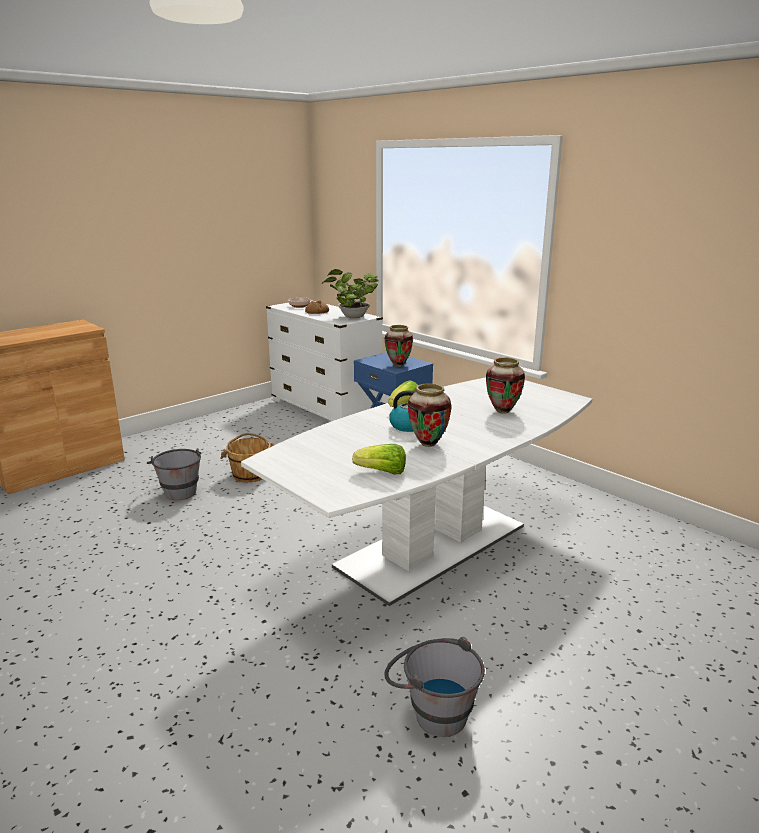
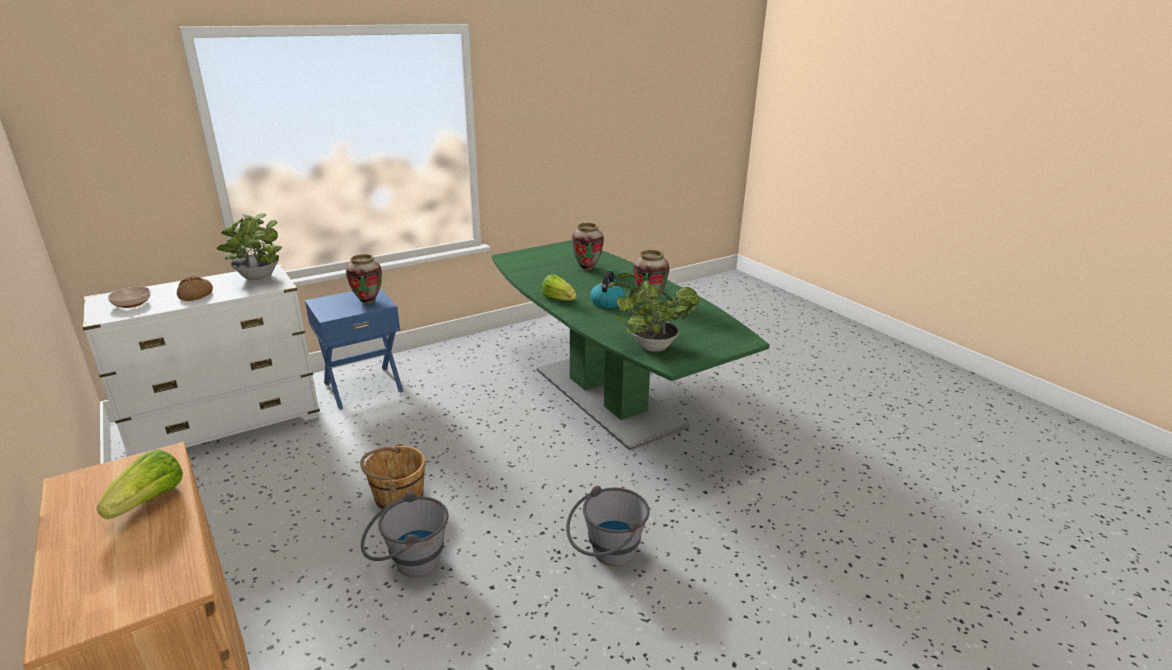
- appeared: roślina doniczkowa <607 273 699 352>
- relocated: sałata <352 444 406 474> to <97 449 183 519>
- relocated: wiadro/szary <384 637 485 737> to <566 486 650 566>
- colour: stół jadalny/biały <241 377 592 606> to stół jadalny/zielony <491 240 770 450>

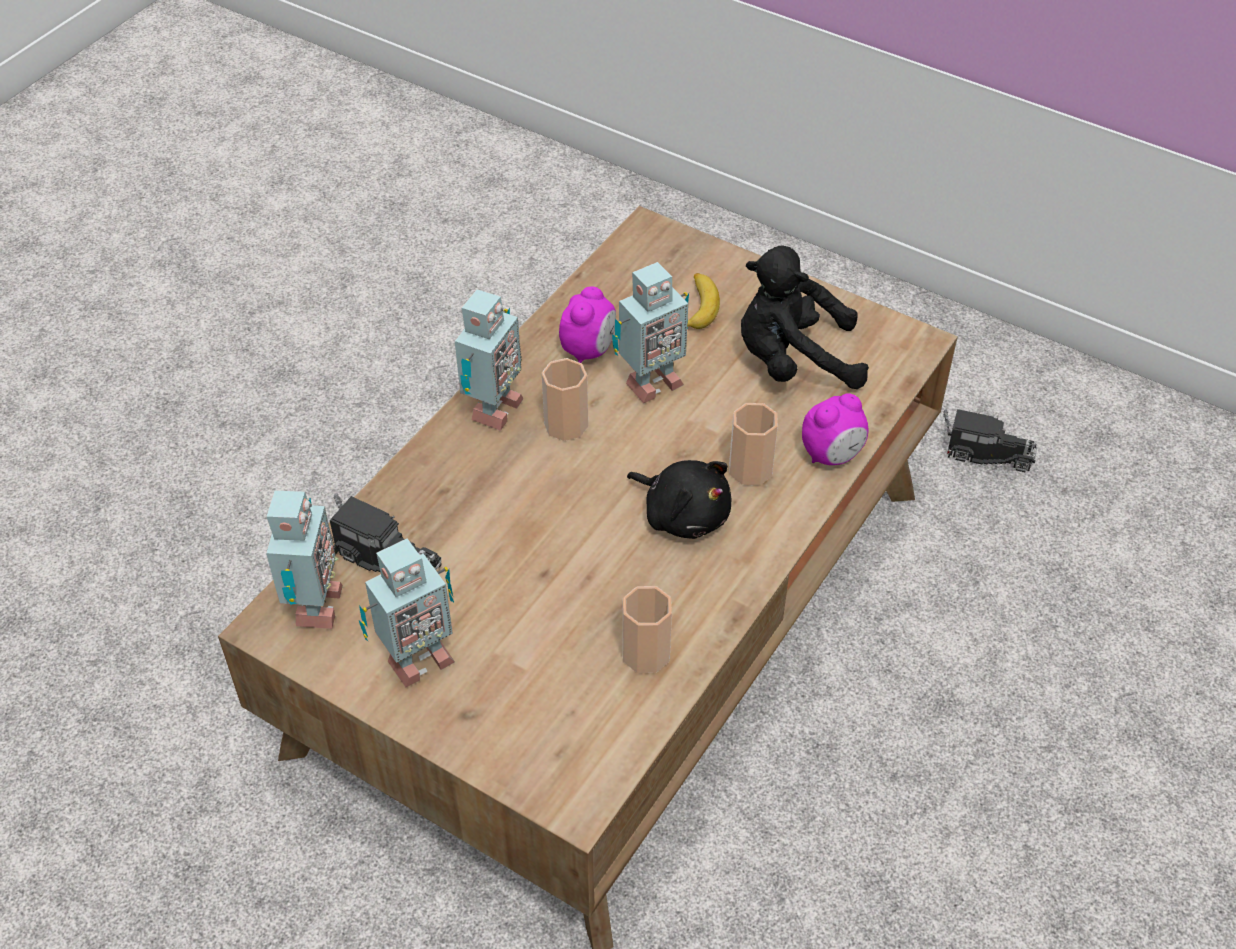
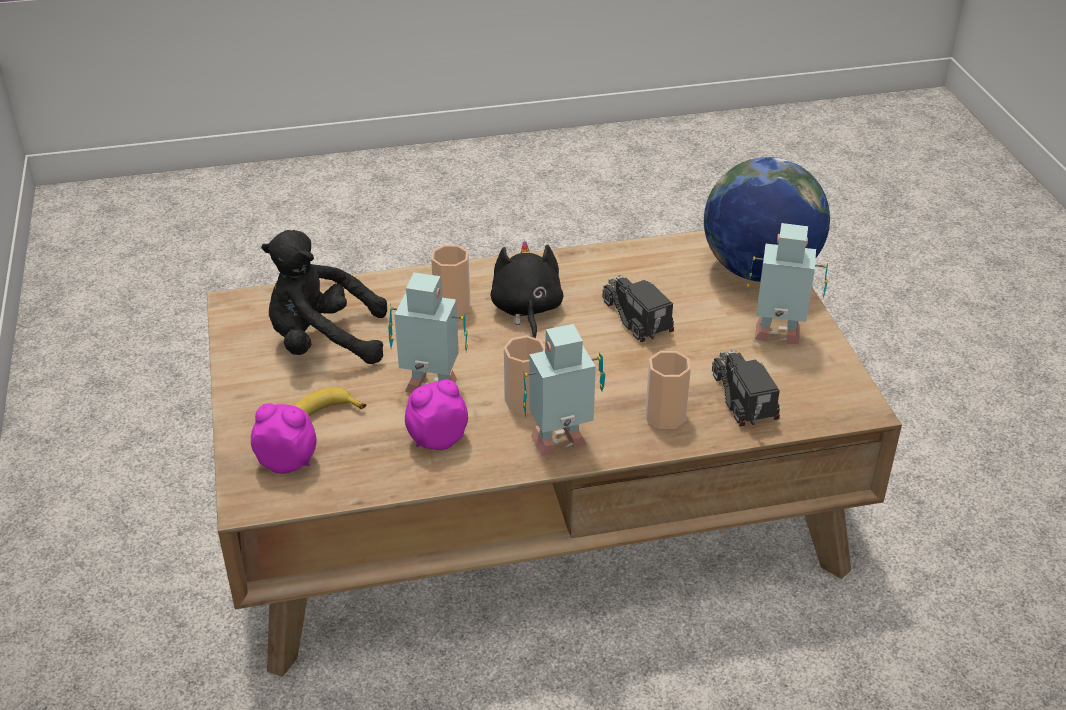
- missing: robot zabawkowy <266 491 343 629>
- appeared: globus <704 157 830 282>
- relocated: filiżanka <623 586 672 673> to <645 351 691 429>
- relocated: budzik <802 393 869 465> to <251 403 317 474>
- relocated: ciężarówka zabawkowa <943 408 1037 472> to <602 275 674 342>
- spun: pluszak/czarny <741 245 869 389> = <261 230 387 364> 135 degrees clockwise

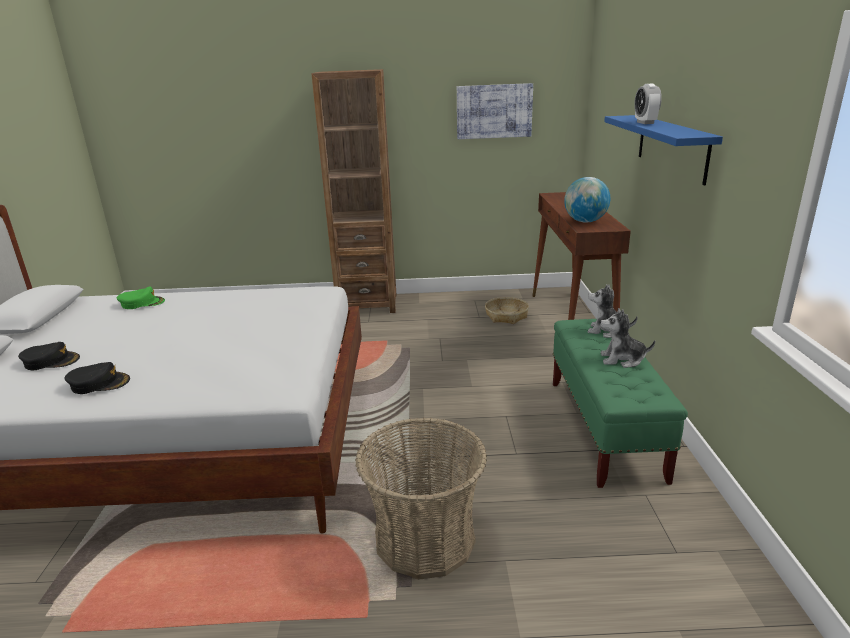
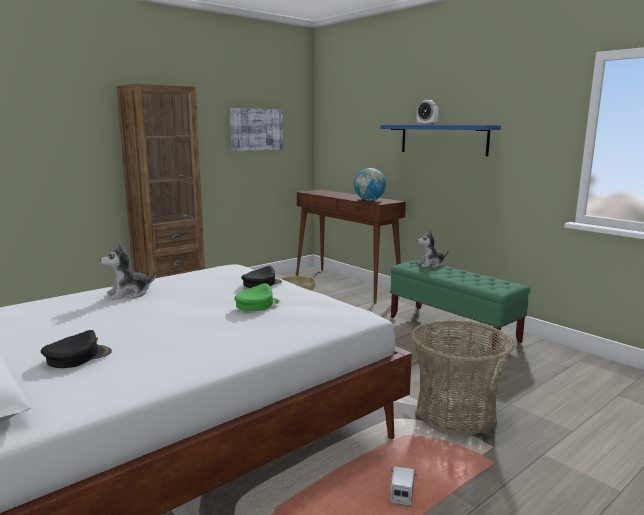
- appeared: ciężarówka zabawkowa <390 466 417 506>
- relocated: czapka z daszkiem/czarny <64 362 130 394> to <241 266 282 288>
- relocated: czapka z daszkiem/zielony <117 286 165 309> to <234 283 280 311>
- relocated: pluszak <600 308 655 368> to <100 243 156 300>

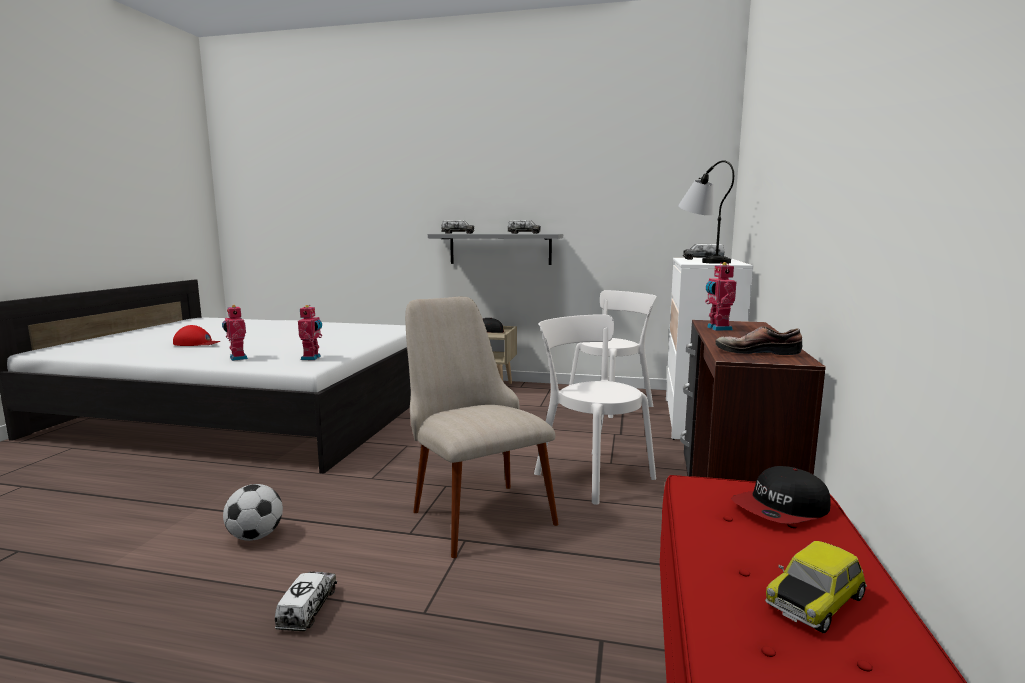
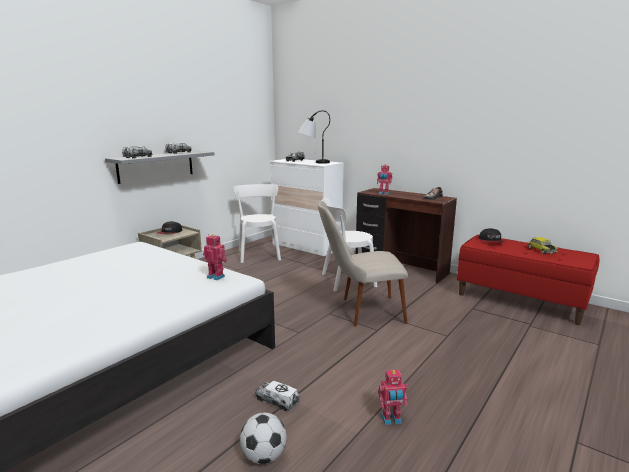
- missing: czapka z daszkiem/czerwony <173 325 221 346>
- relocated: robot zabawkowy <222 305 248 361> to <378 370 407 425>
- relocated: piłka futbolowa <223 484 283 541> to <240 413 287 464>
- relocated: ciężarówka zabawkowa <275 571 337 631> to <255 381 300 411>

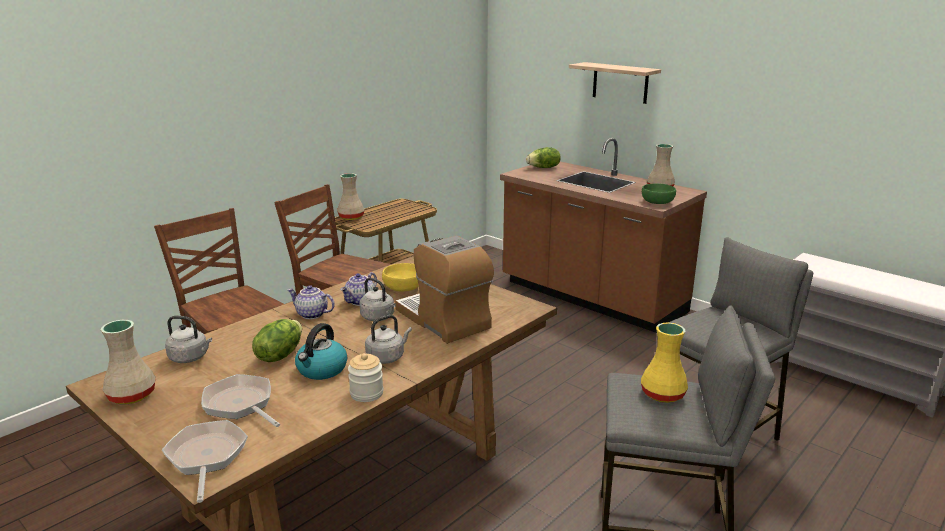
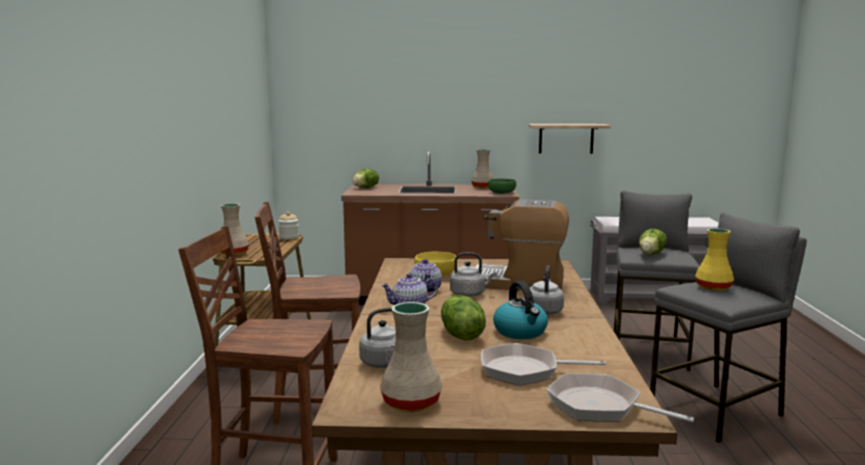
- appeared: sałata <639 229 667 255>
- relocated: słoik <348 353 383 402> to <279 212 299 239>
- relocated: półka <569 62 661 104> to <529 124 611 154>

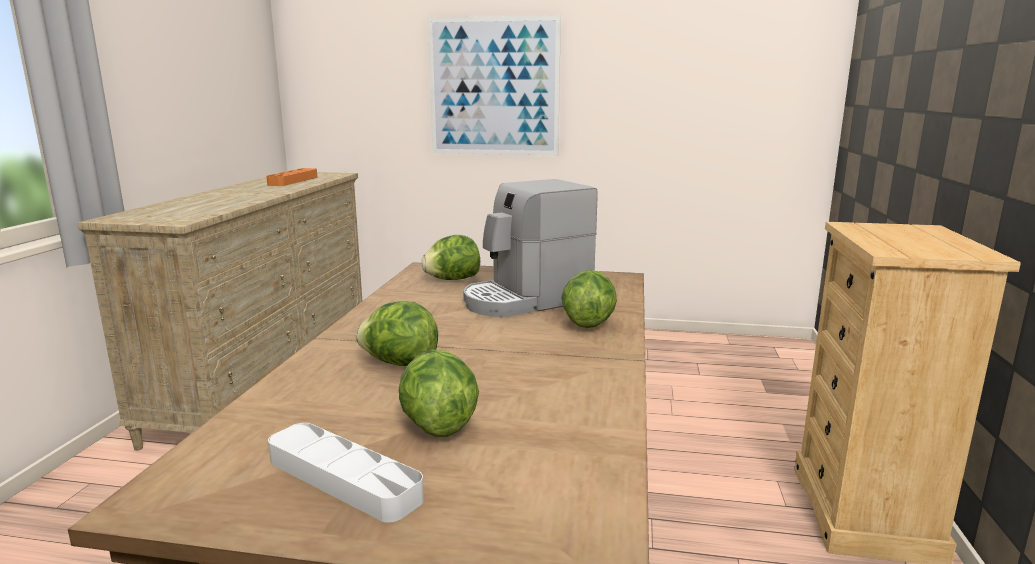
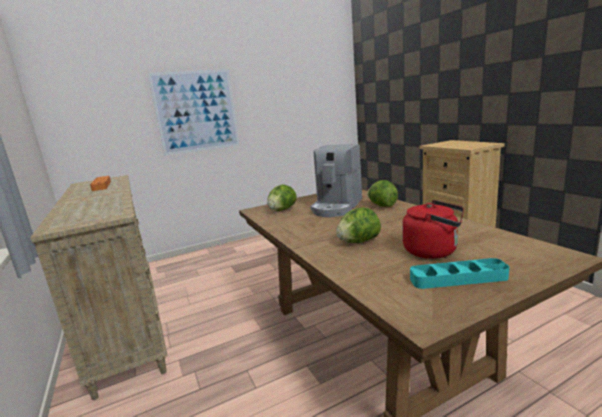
- exchanged: sałata <399 349 479 437> to czajnik/czerwony <402 200 464 259>
- colour: taca/szary <268 423 424 522> to taca/turkusowy <410 258 509 289>

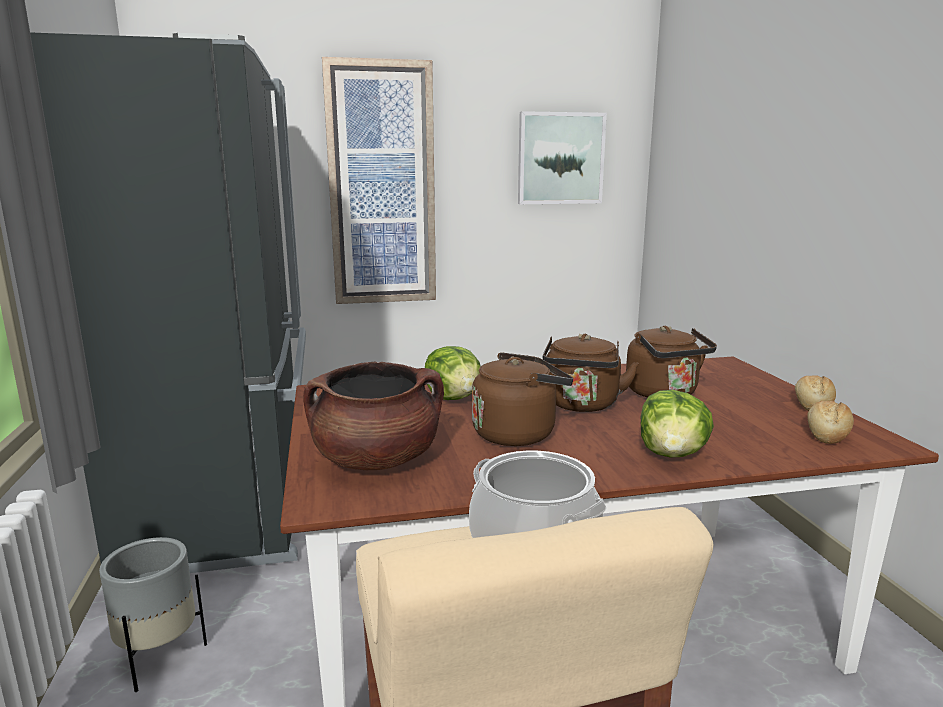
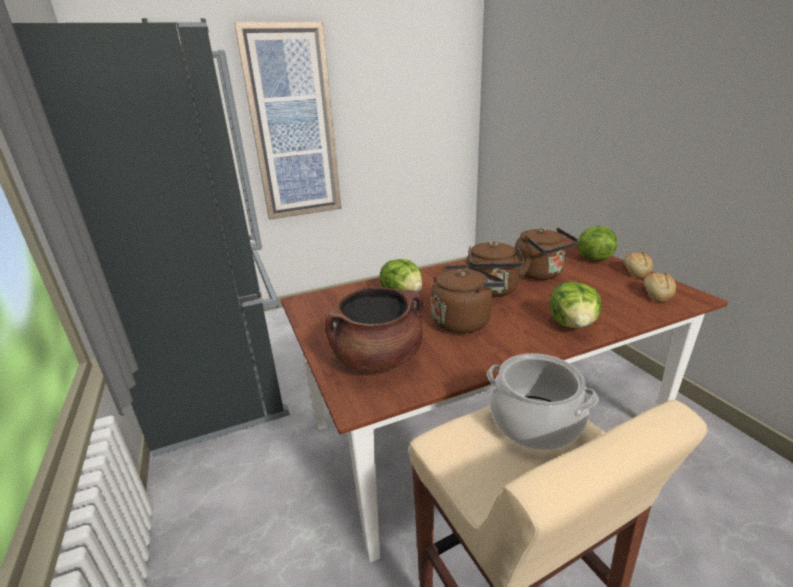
- missing: donica/szary <99 537 207 692>
- missing: obraz <518 111 607 204>
- appeared: sałata <578 226 617 261>

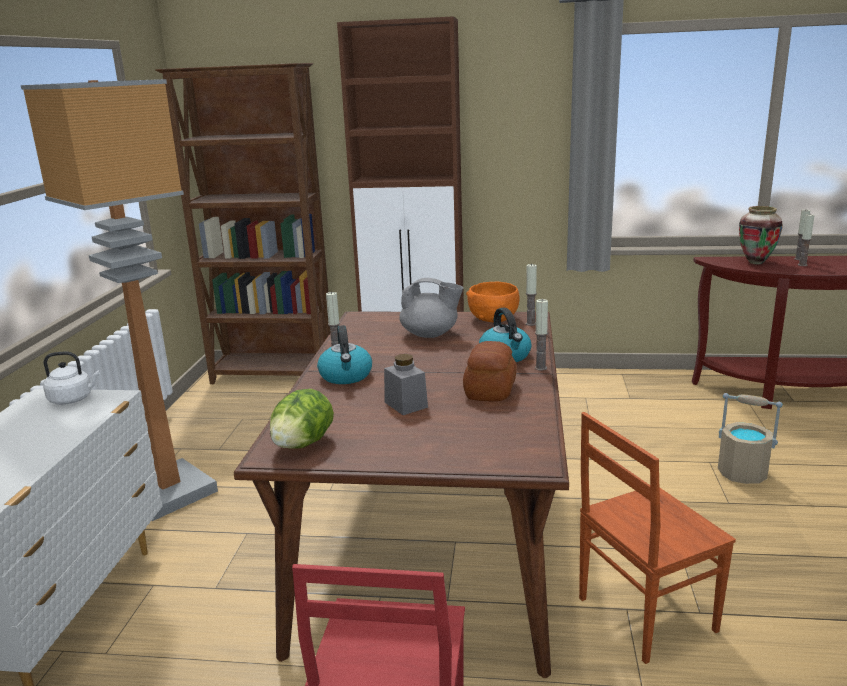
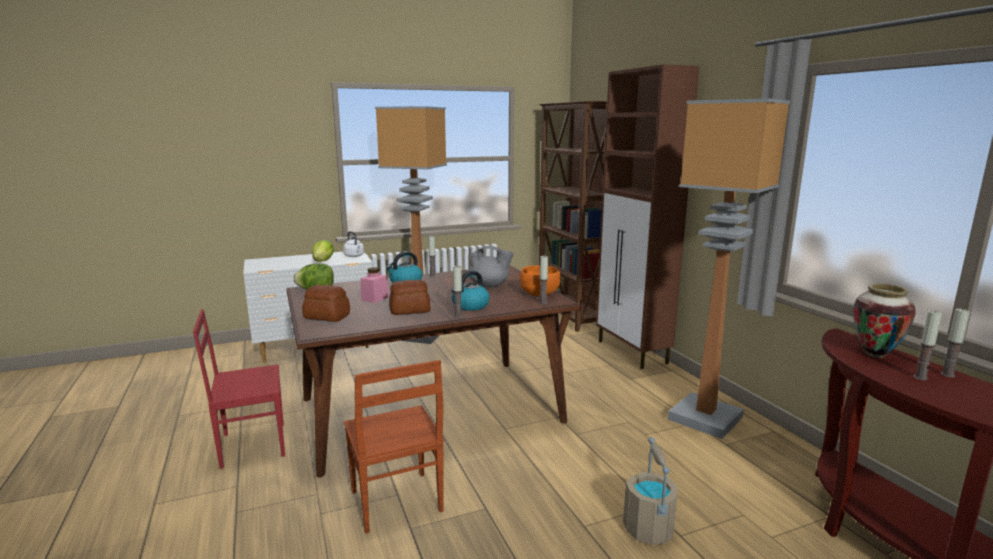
- appeared: chleb <302 285 350 322>
- appeared: sałata <313 240 334 262>
- appeared: lampa stojąca <668 99 790 439>
- colour: słoik/szary <384 354 428 415> to słoik/różowy <361 267 389 303>
- spun: imbryk/szary <399 278 463 338> = <469 246 514 288> 60 degrees counterclockwise
- spun: krzesło/brązowy <579 412 736 664> = <344 360 444 534> 150 degrees counterclockwise

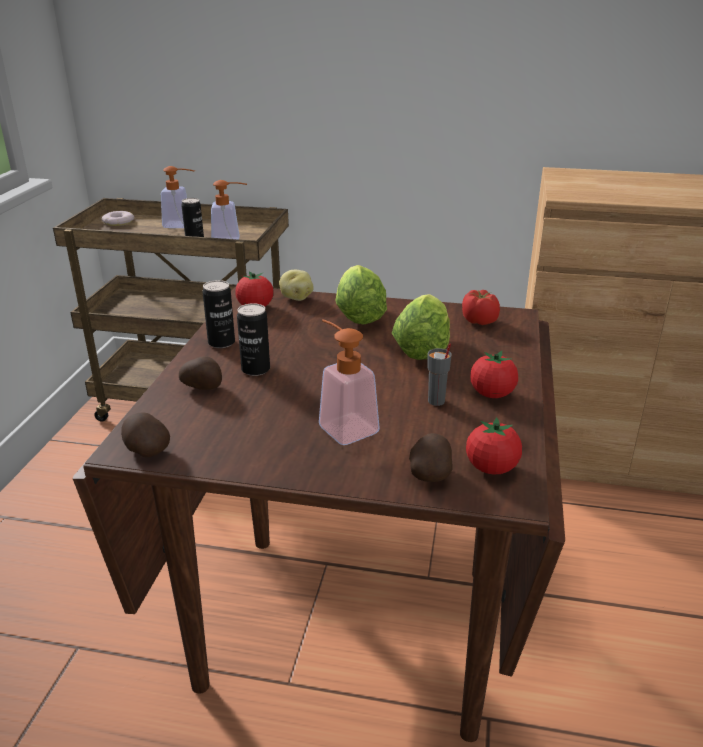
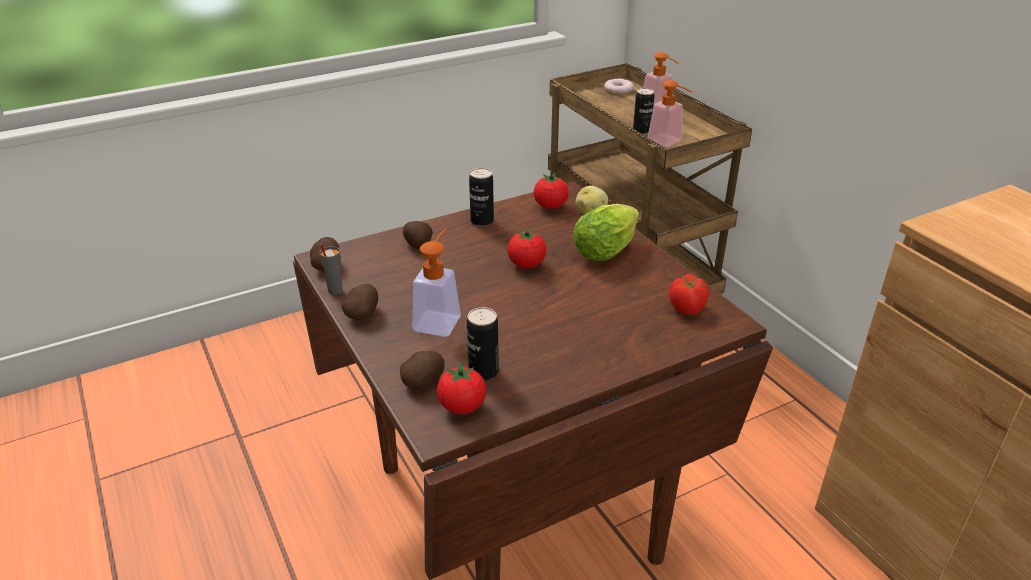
- missing: sałata <392 294 450 360>
- appeared: ziemniak <341 284 378 320>
- relocated: puszka <237 303 270 376> to <467 307 499 380>
- relocated: filiżanka/szary <427 343 452 406> to <319 244 343 295>
- relocated: pomidor <470 351 518 398> to <507 228 546 268>

